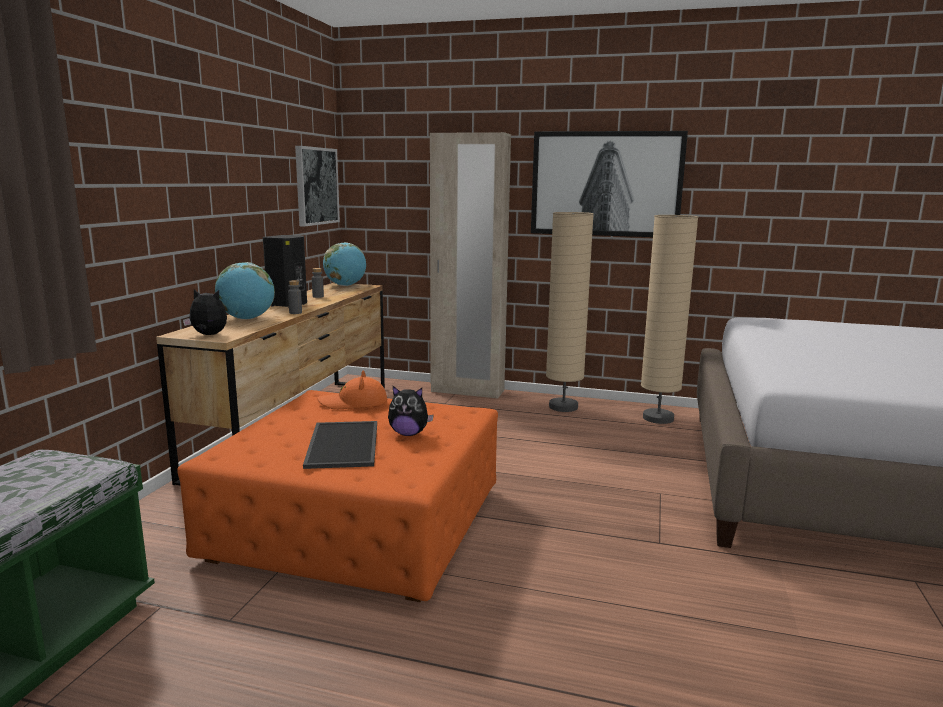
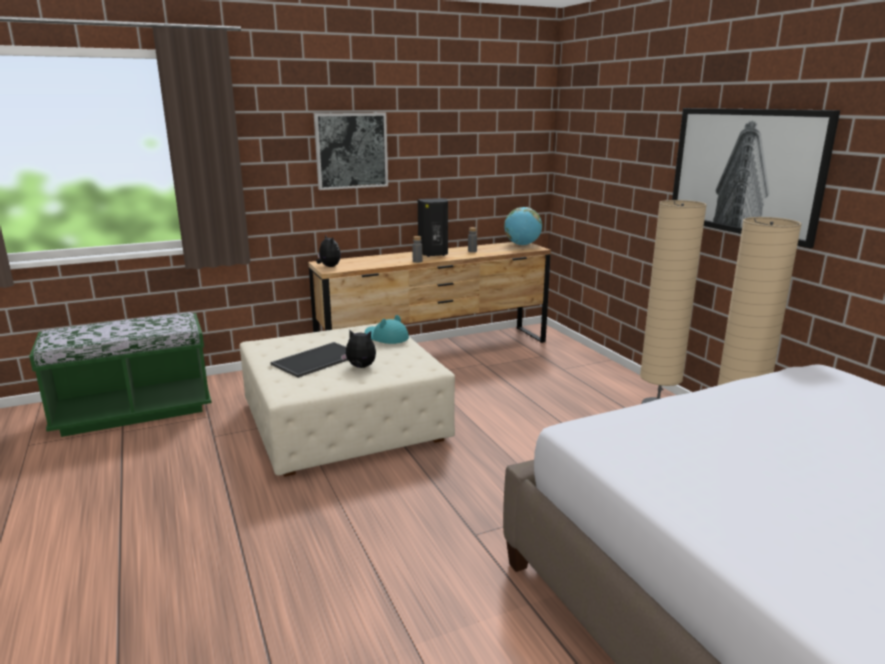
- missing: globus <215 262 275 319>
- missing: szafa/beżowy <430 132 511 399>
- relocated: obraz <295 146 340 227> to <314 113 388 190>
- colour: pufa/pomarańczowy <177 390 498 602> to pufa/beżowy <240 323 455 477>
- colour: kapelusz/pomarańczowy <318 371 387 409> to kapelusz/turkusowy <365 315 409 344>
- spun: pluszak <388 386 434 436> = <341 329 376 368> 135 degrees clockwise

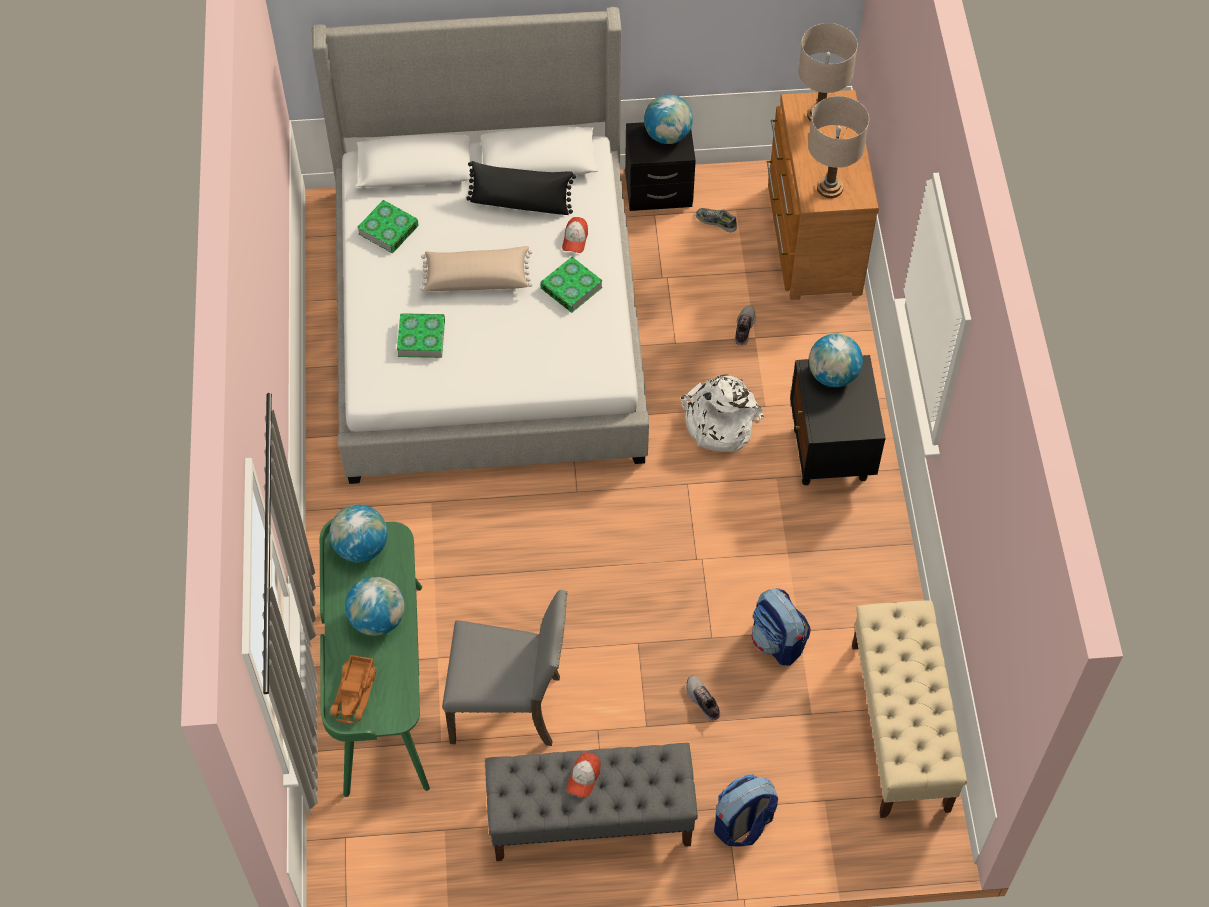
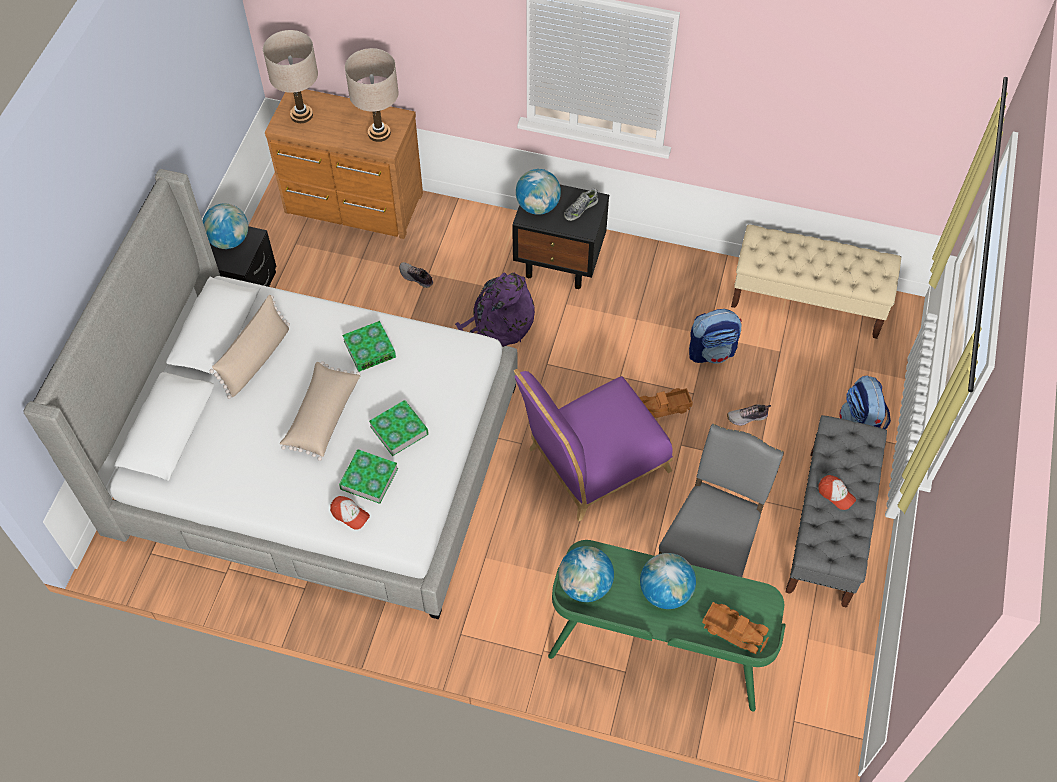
- appeared: krzesło/fioletowy <514 369 673 521>
- appeared: ciężarówka zabawkowa <640 388 693 418>
- relocated: książka <357 200 419 253> to <369 400 429 456>
- relocated: czapka z daszkiem <562 217 588 253> to <330 496 370 530>
- relocated: but <696 208 737 232> to <564 188 598 221>
- colour: poduszka/czarny <466 161 576 215> to poduszka/beżowy <210 295 290 399>
- colour: plecak/biały <681 374 764 452> to plecak/fioletowy <455 272 535 347>

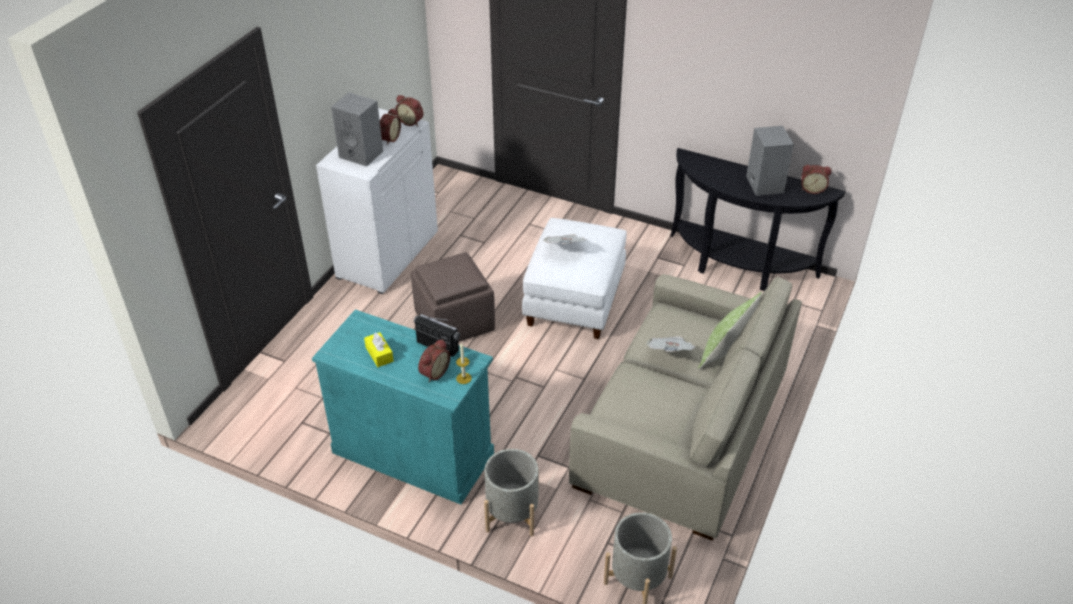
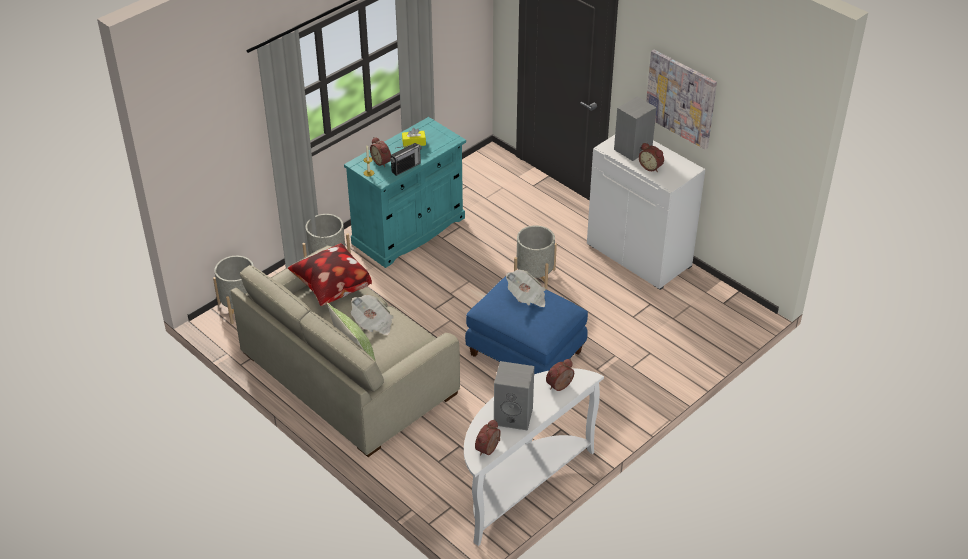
- appeared: poduszka <288 243 372 306>
- appeared: obraz <646 50 717 149>
- relocated: budzik <395 95 423 126> to <546 359 574 391>
- exchanged: pufa/brązowy <411 252 495 342> to donica/szary <514 225 557 290>
- colour: pufa/biały <522 218 627 339> to pufa/niebieski <465 276 588 374>
- colour: stolik konsolowy/czarny <670 148 846 291> to stolik konsolowy/biały <464 368 604 546>

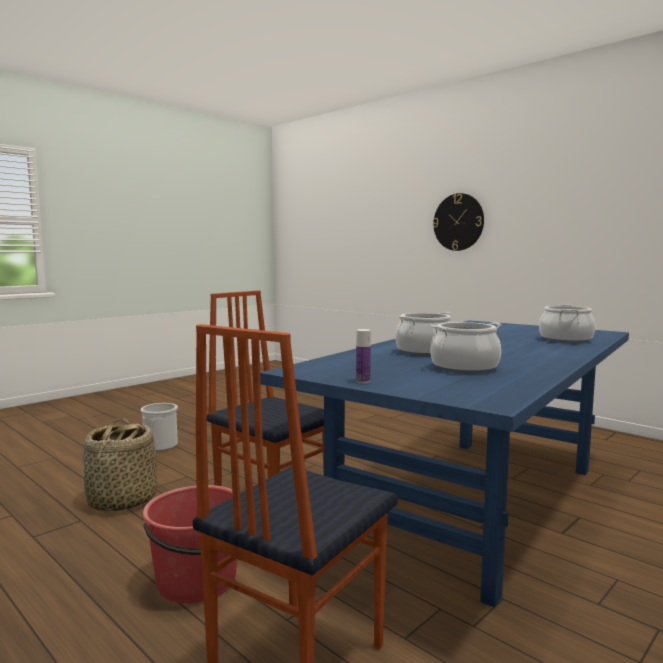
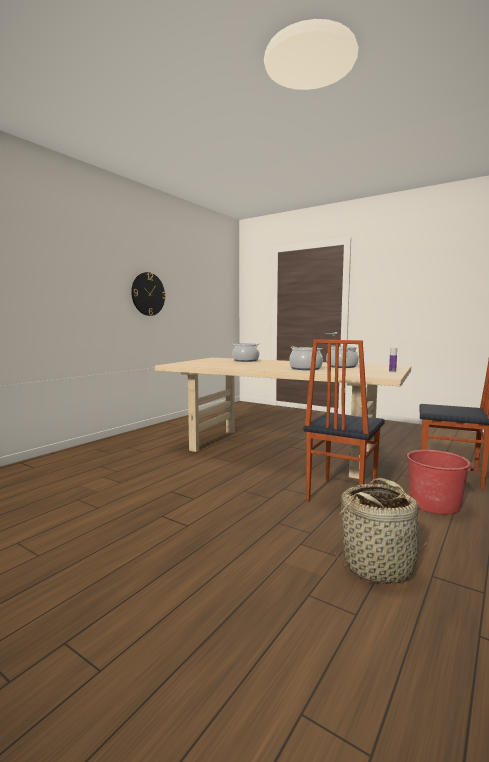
- missing: wiadro <140 403 178 451>
- relocated: zegar ścienny <433 193 484 251> to <131 272 166 316>
- colour: stół jadalny/niebieski <260 320 629 607> to stół jadalny/beżowy <155 358 411 479>

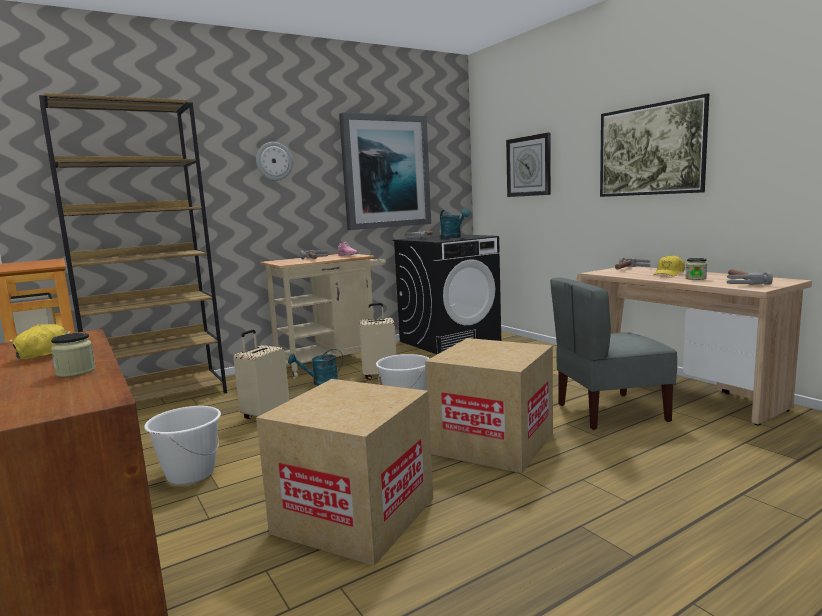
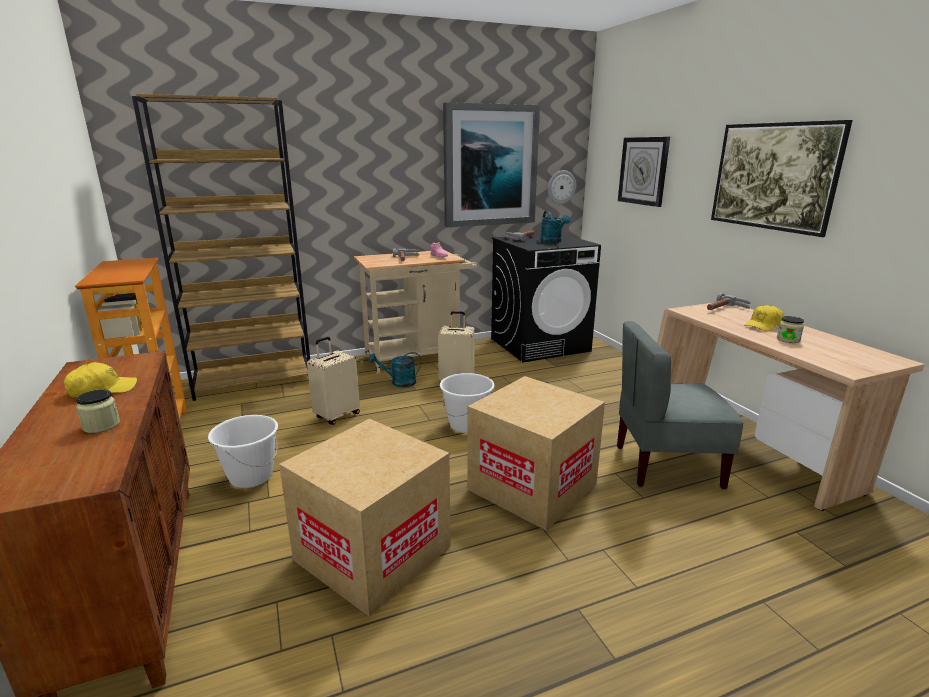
- missing: młotek <727 269 773 285>
- relocated: zegar ścienny <256 142 293 181> to <548 170 576 204>

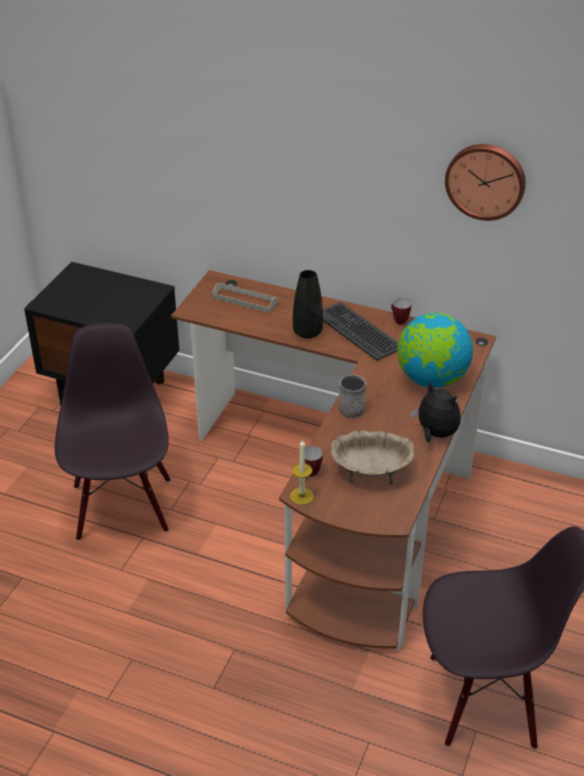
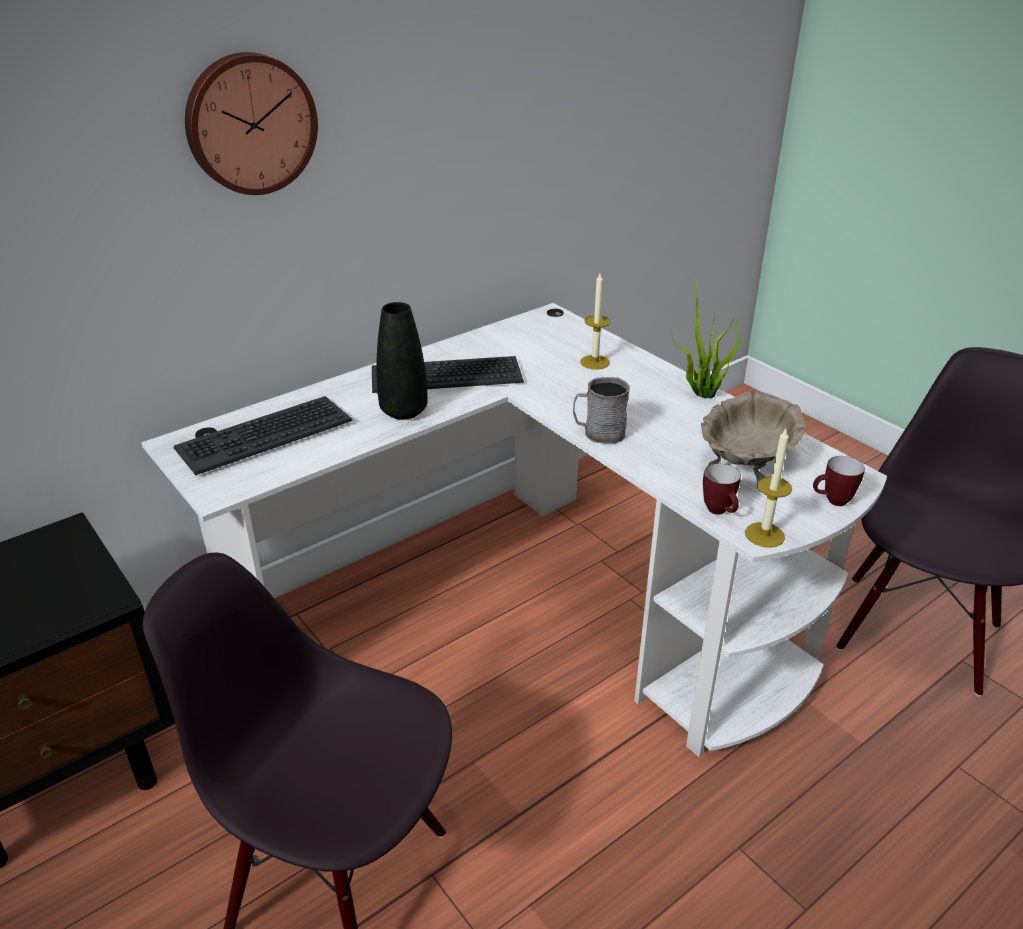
- relocated: kubek <391 298 411 325> to <813 456 865 506>
- relocated: zegar ścienny <445 144 526 221> to <185 52 318 195>
- exchanged: taca/szary <212 283 278 313> to klawiatura <174 396 352 475>
- exchanged: globus <397 313 473 388> to świeca <580 273 610 369>
- exchanged: pluszak <410 381 461 442> to roślina doniczkowa <672 274 742 399>
- colour: biurko/brązowy <171 270 496 651> to biurko/biały <141 303 887 757>

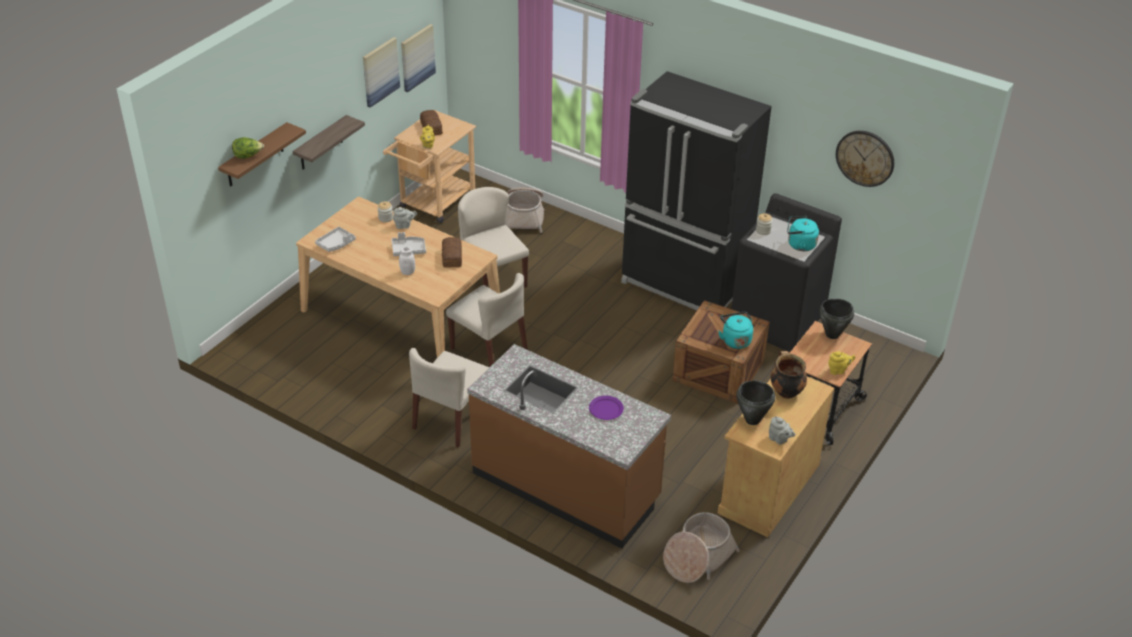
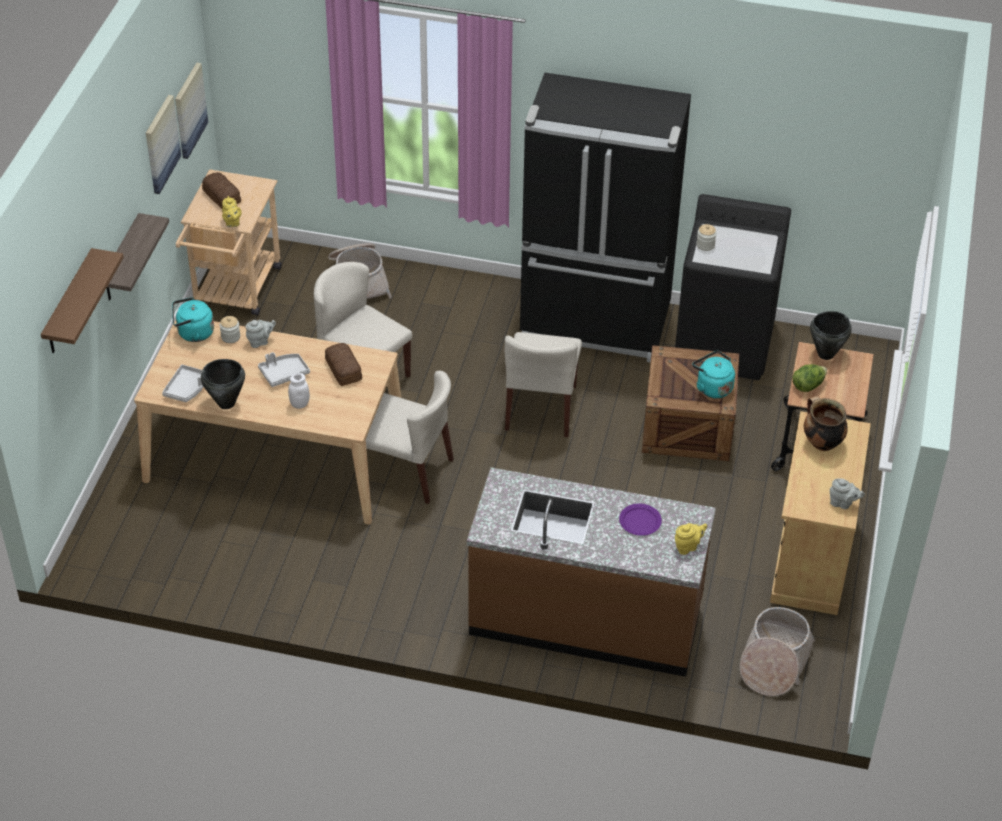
- missing: zegar ścienny <836 131 894 187>
- relocated: sałata <232 137 264 159> to <792 364 827 392>
- relocated: krzesło/beżowy <409 348 489 448> to <505 332 582 437>
- relocated: garnek/czarny <736 381 775 425> to <201 359 245 409>
- relocated: czajnik/turkusowy <787 216 819 251> to <172 297 214 342>
- relocated: imbryk/żółty <828 351 855 375> to <675 523 707 555>

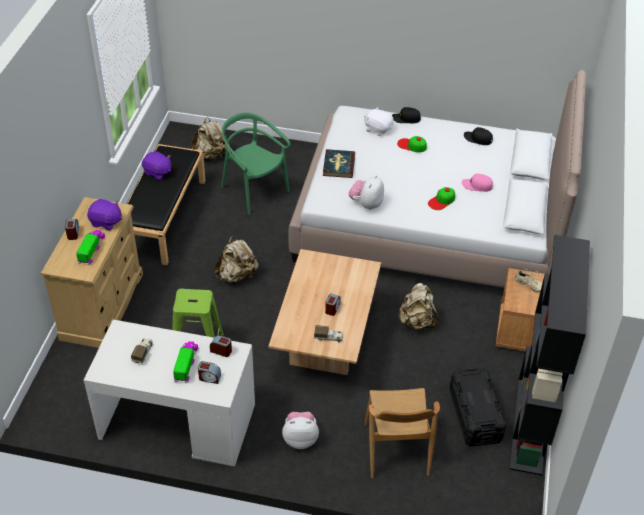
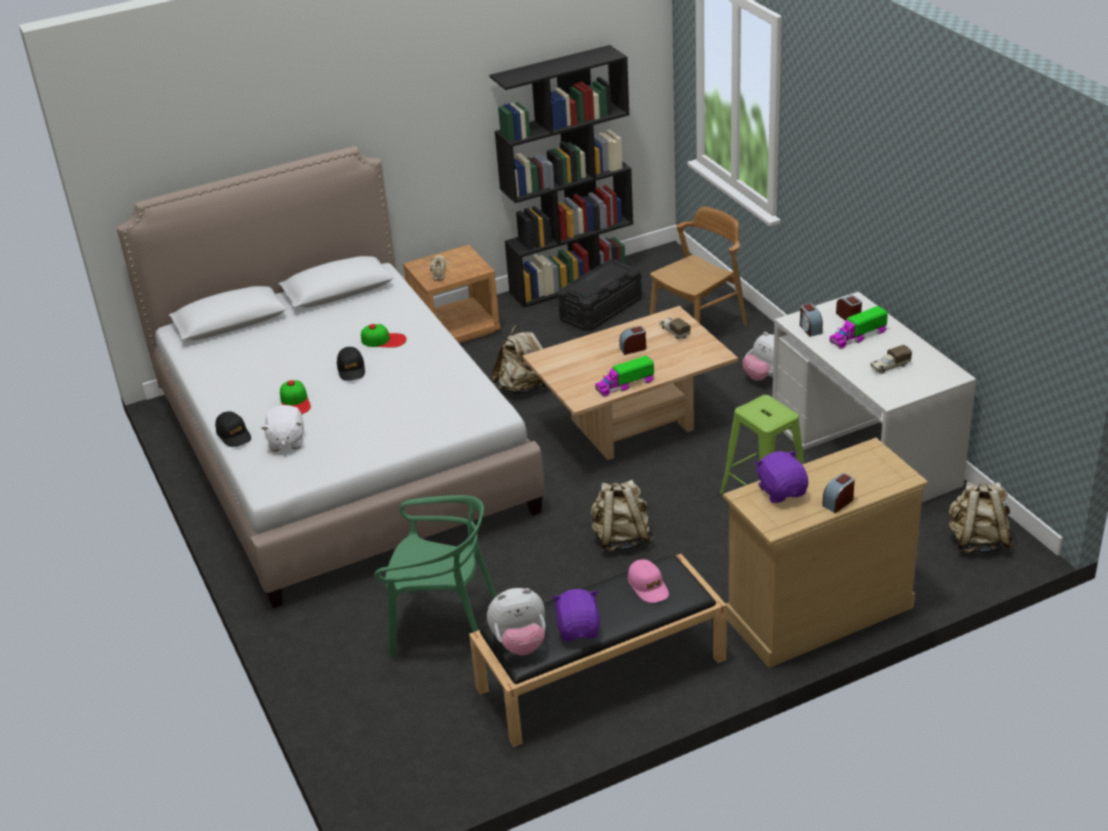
- missing: książka <323 149 355 178>
- relocated: ciężarówka zabawkowa <76 230 105 265> to <595 355 654 397>
- relocated: plecak/beżowy <191 117 230 161> to <949 482 1014 553>
- relocated: pluszak <349 175 384 210> to <487 588 546 655>
- relocated: czapka z daszkiem/różowy <462 174 493 192> to <628 559 669 603>
- relocated: czapka z daszkiem/czarny <464 127 493 145> to <337 347 365 381>
- spun: krzesło/zielony <221 112 291 215> = <375 495 497 657> 90 degrees counterclockwise

